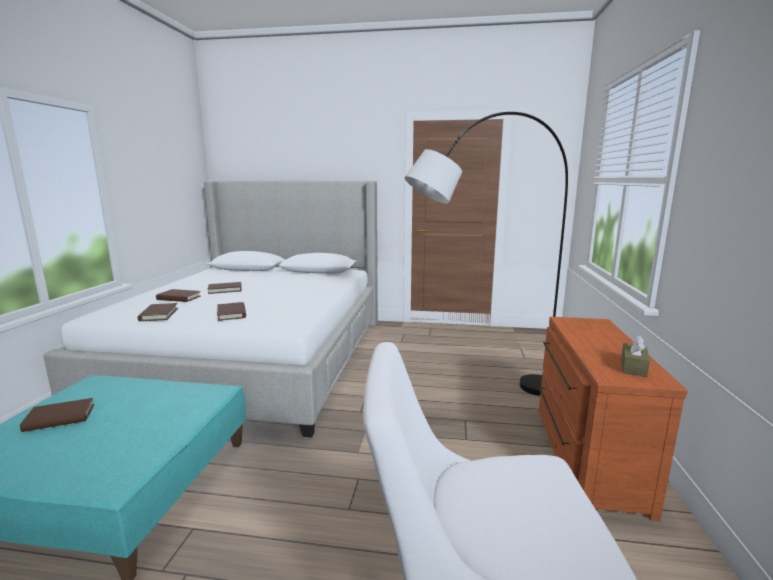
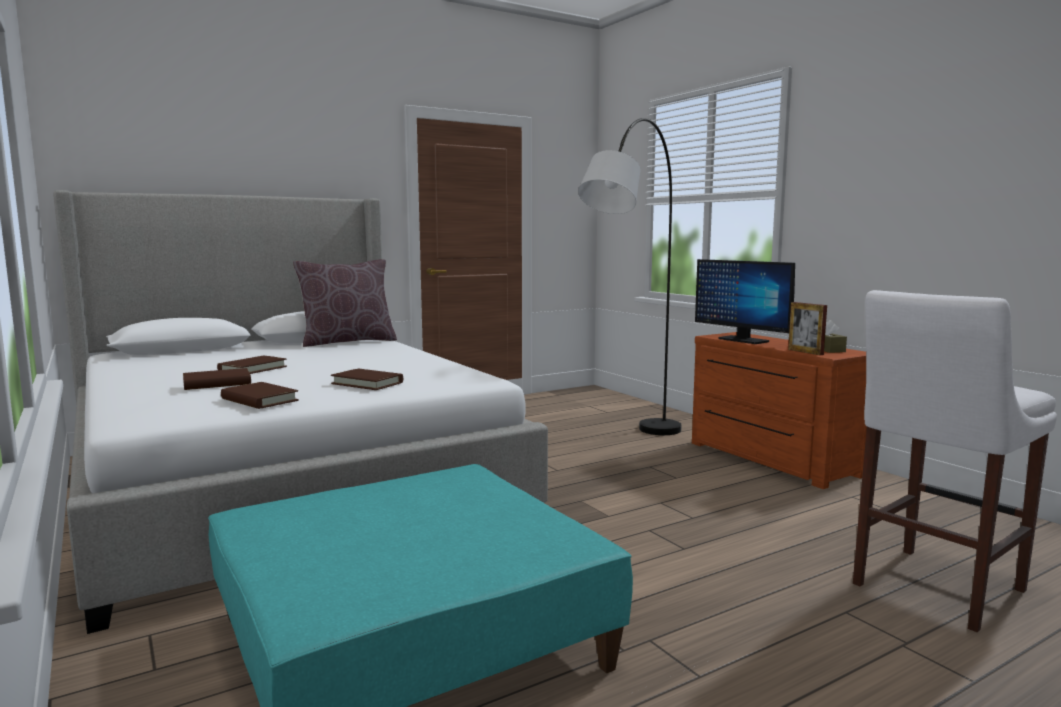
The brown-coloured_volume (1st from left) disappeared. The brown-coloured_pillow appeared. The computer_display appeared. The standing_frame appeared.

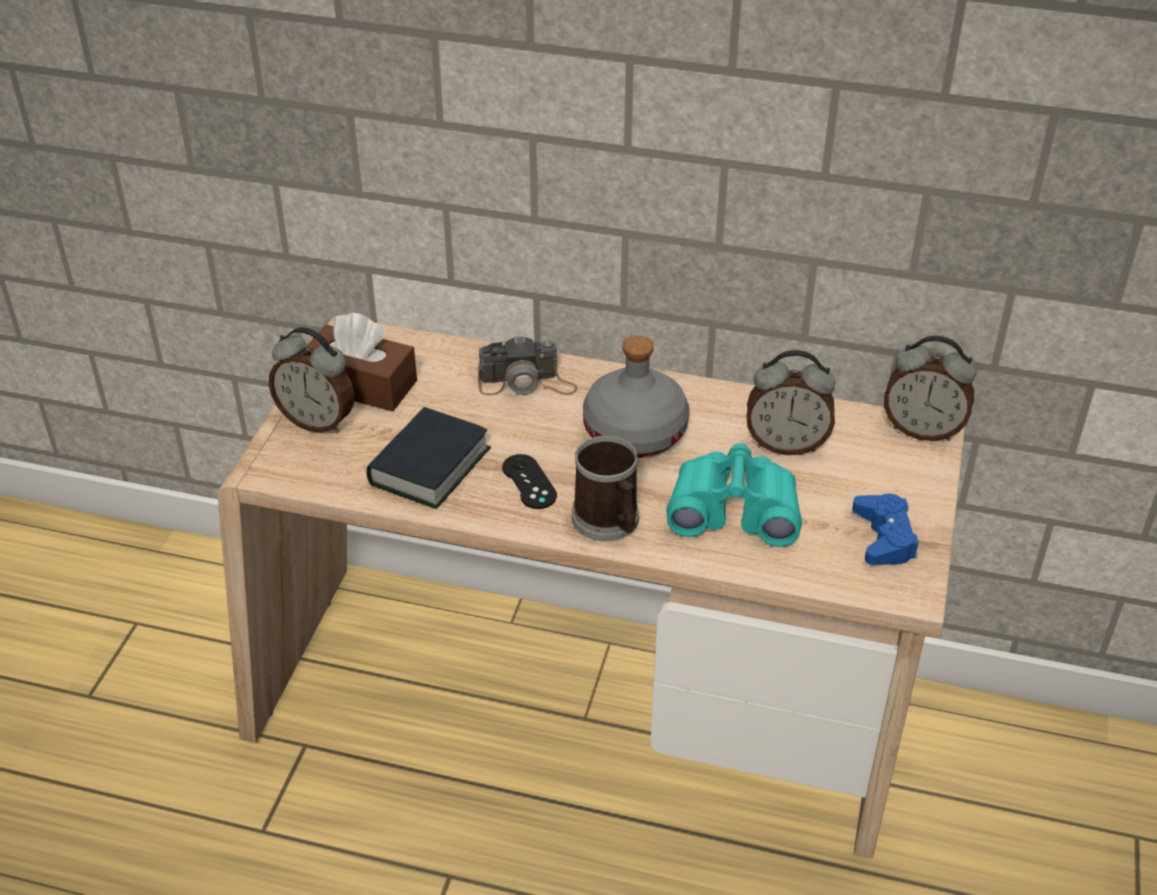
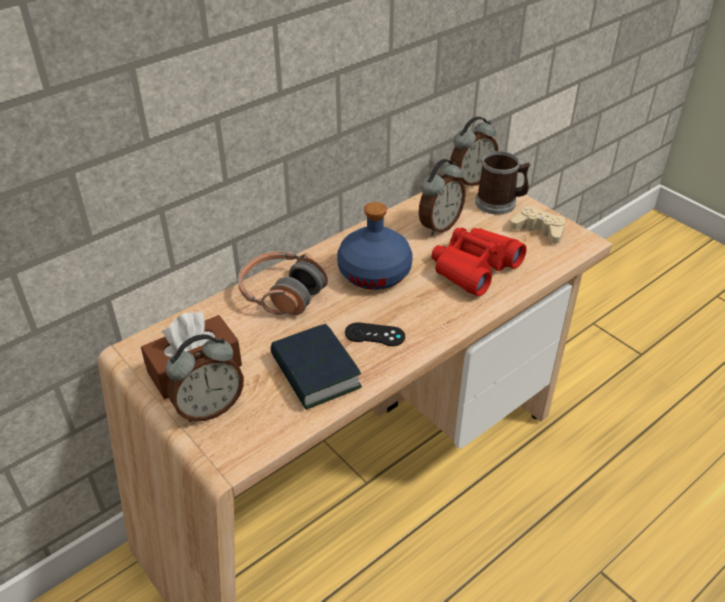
The photo_camera was replaced by the pair_of_headphones. The greyish_beverage_bottle became the blue-coloured_beverage_bottle. The mug moved. The turquoise-coloured_binoculars became the red-coloured_binoculars. The blue-coloured_game_controller became the sand-coloured_game_controller.

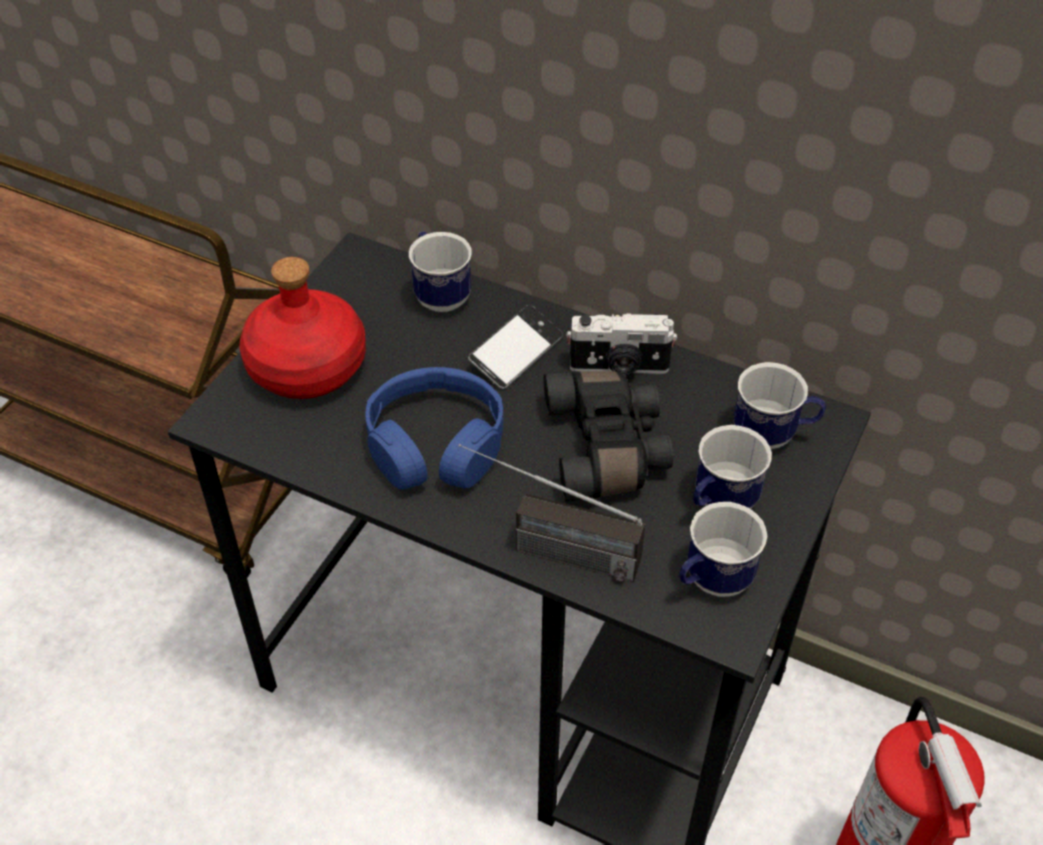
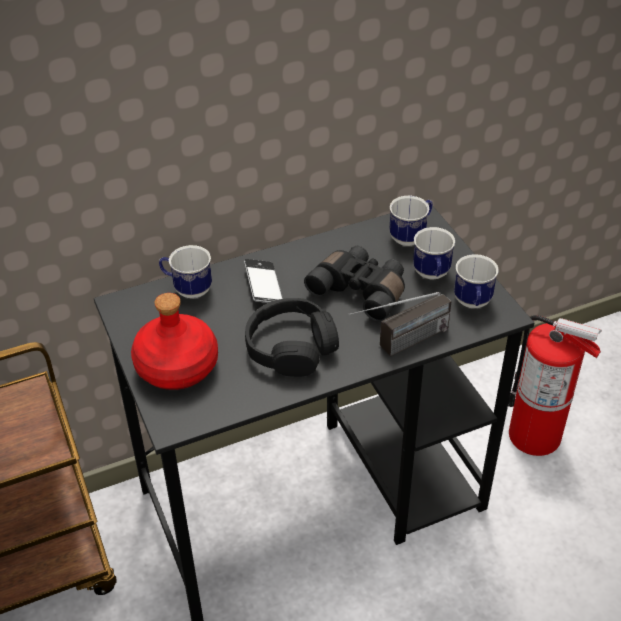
The photo_camera disappeared. The blue-coloured_pair_of_headphones became the blackish_pair_of_headphones.

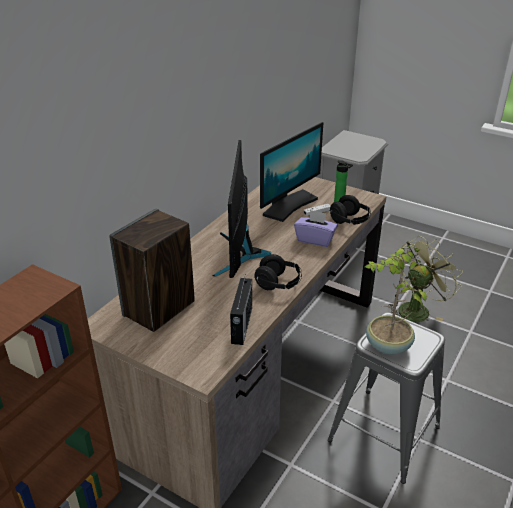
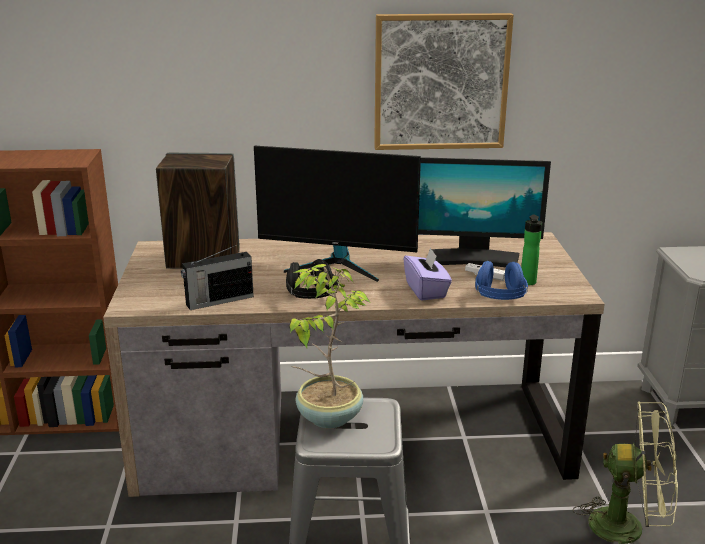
The computer_display (1st from left) turned 135 degrees counterclockwise. The blackish_pair_of_headphones (2nd from left) became the blue-coloured_pair_of_headphones. The wall_art appeared.

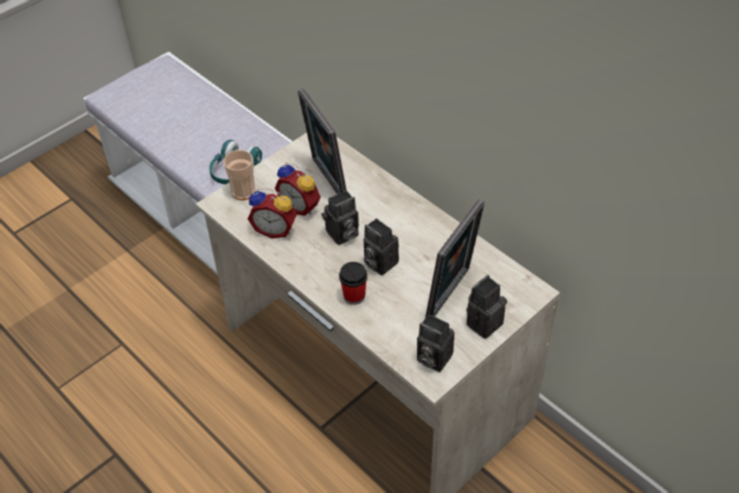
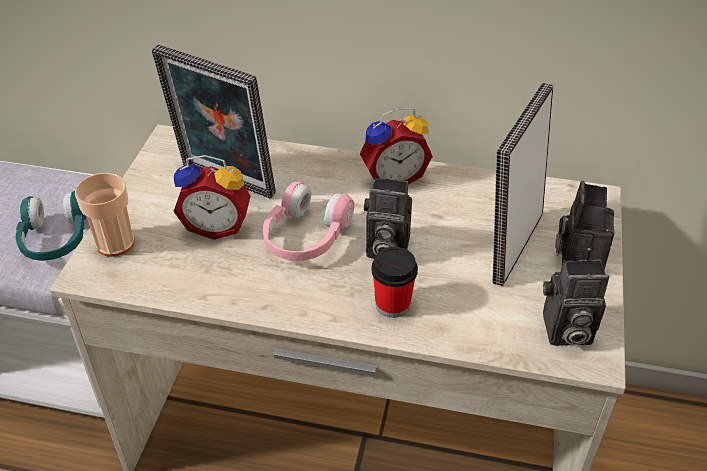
The alarm_clock (1st from left in the first image) moved. The photo_camera (1st from left) was replaced by the pink_pair_of_headphones. The standing_frame (2nd from left) turned 150 degrees counterclockwise.

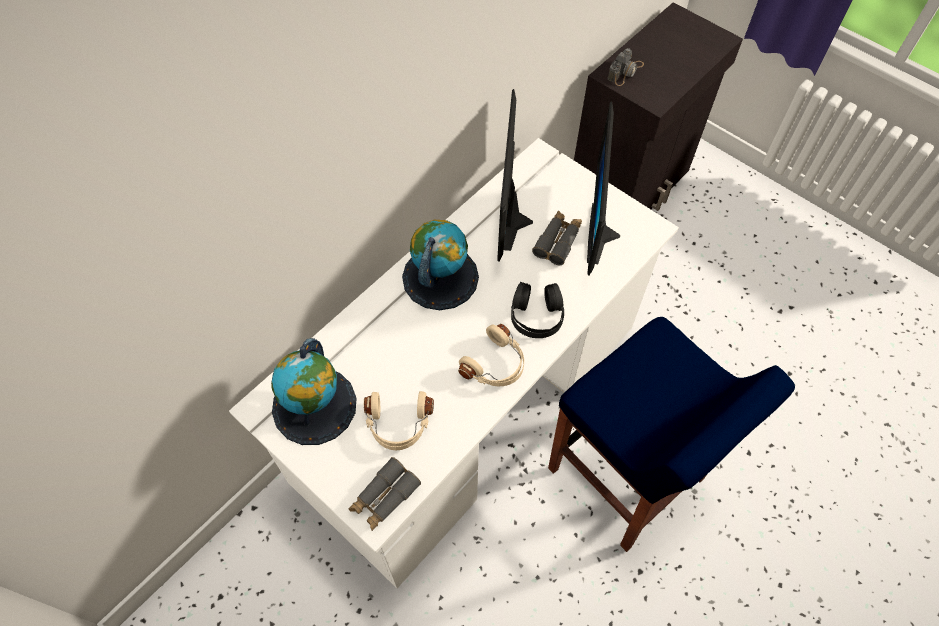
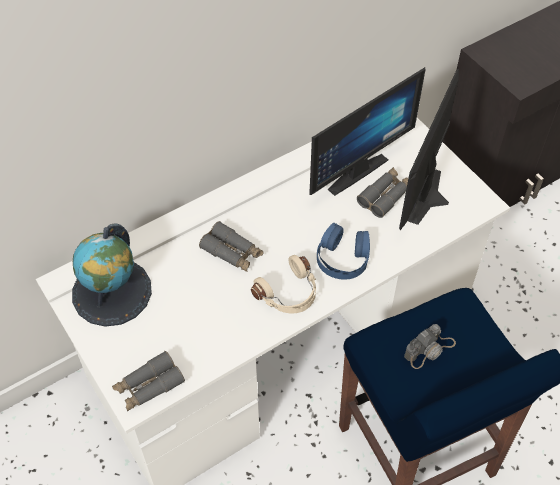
The photo_camera moved. The computer_display (1st from left) turned 150 degrees counterclockwise. The desk_globe (2nd from left) disappeared. The blackish_pair_of_headphones became the blue-coloured_pair_of_headphones. The sand-coloured_pair_of_headphones (1st from left) disappeared. The greyish_binoculars (2nd from left) appeared.

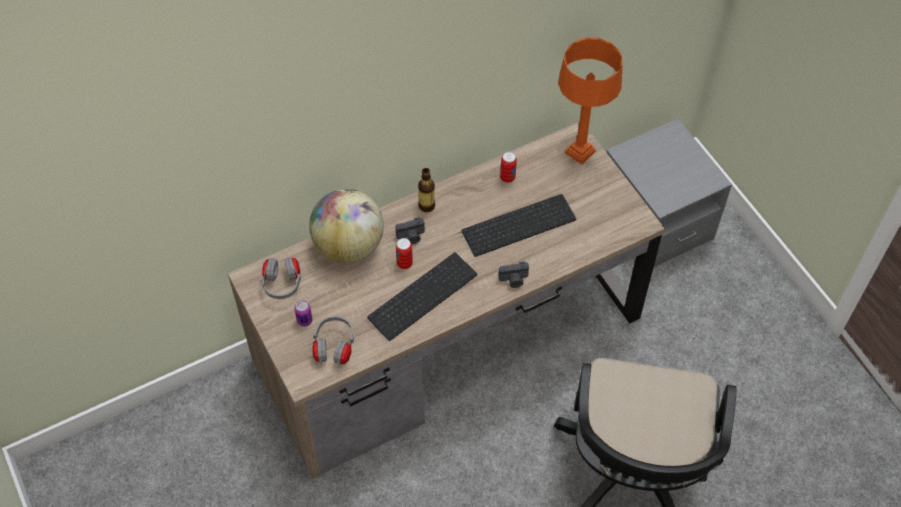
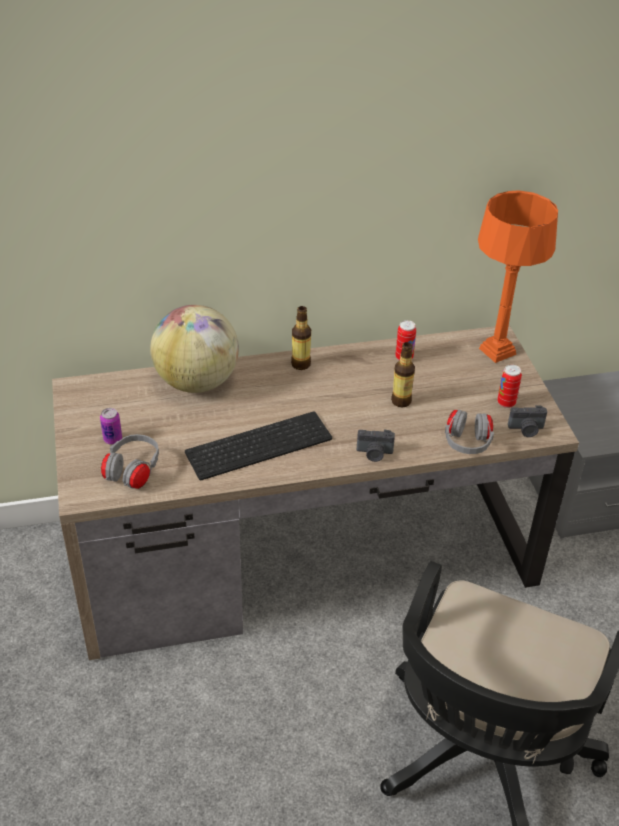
The keyboard (2nd from left) was replaced by the beverage_bottle (2nd from left). The photo_camera (1st from left in the first image) moved. The sealed_can (2nd from left in the first image) moved. The greyish_pair_of_headphones (1st from left in the first image) moved.

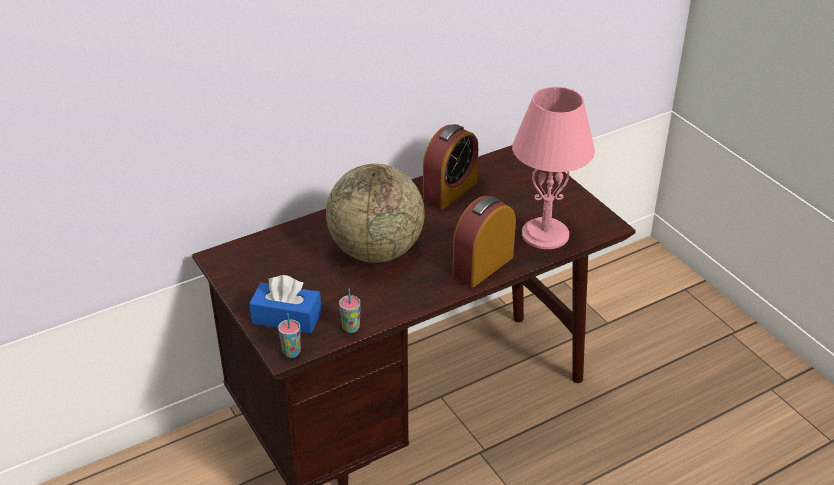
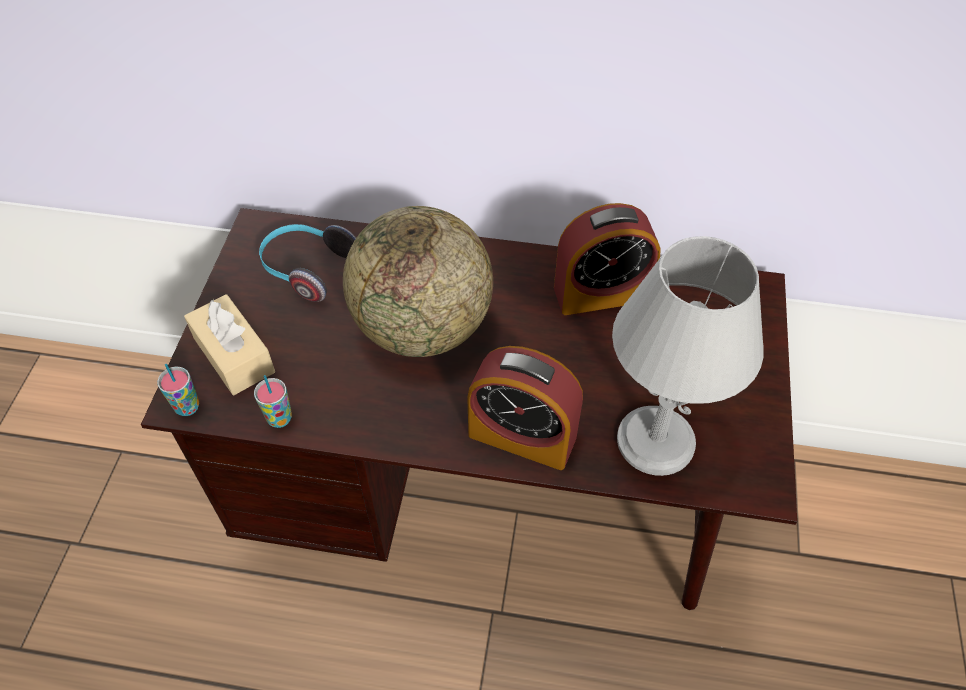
The pink_table_lamp became the greyish_table_lamp. The alarm_clock (2nd from left in the first image) turned 150 degrees counterclockwise. The blue-coloured_tissue_holder became the sand-coloured_tissue_holder. The pair_of_headphones appeared.

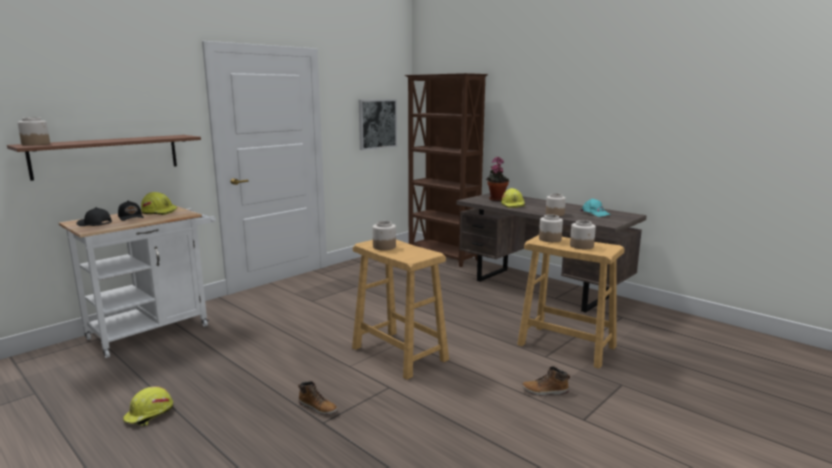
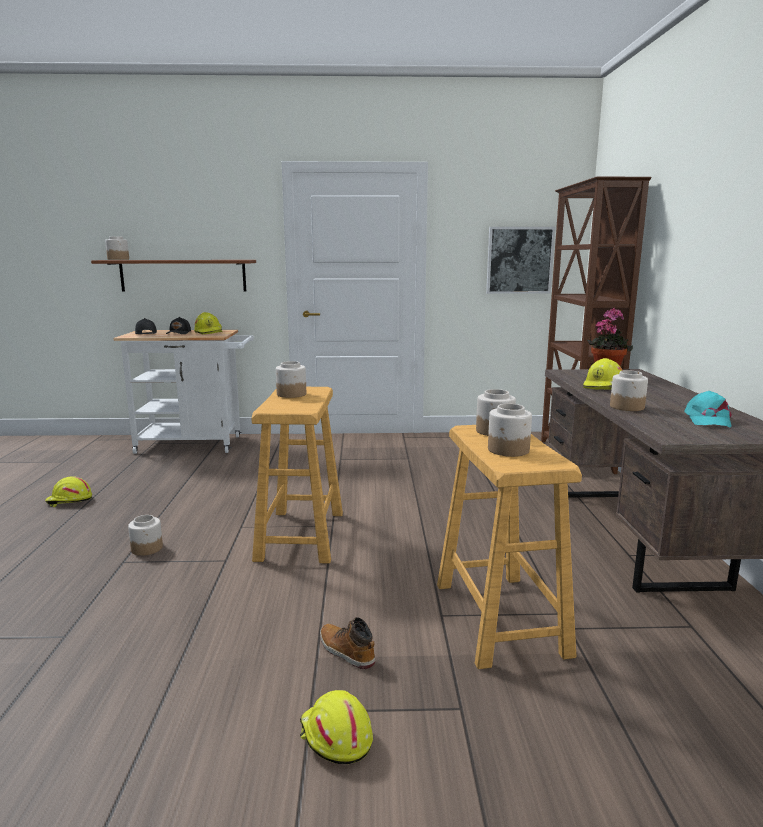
The boot (1st from left) was replaced by the storage_jar (2nd from left). The yellowish_work_helmet (3rd from left) appeared.

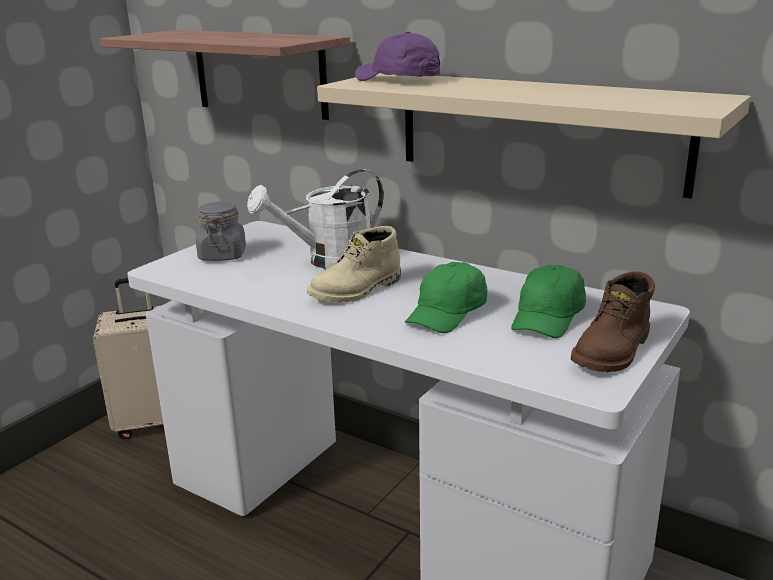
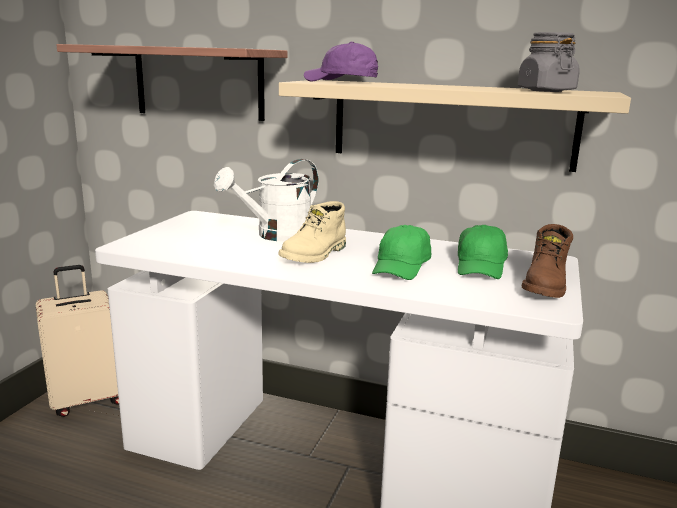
The greyish_storage_jar moved.

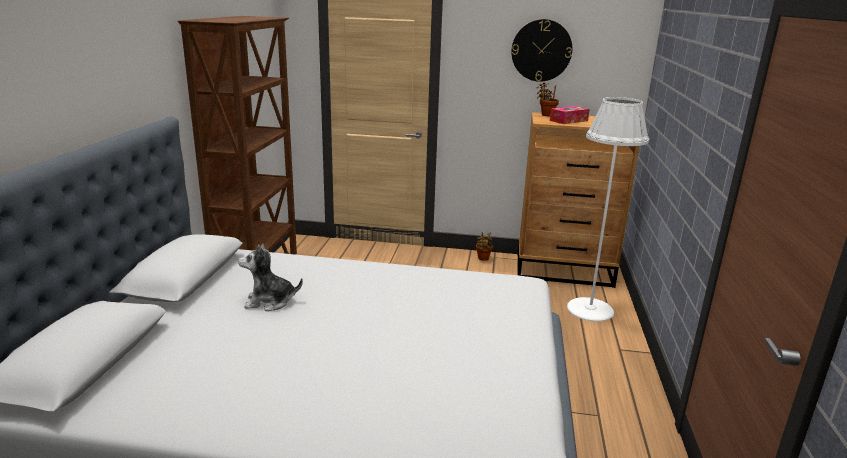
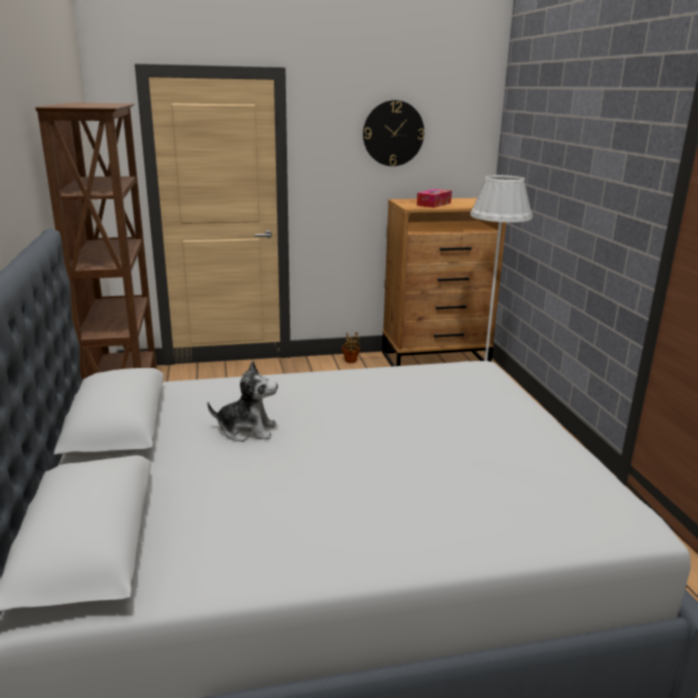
The potted_plant (2nd from left) disappeared. The plush_toy turned 150 degrees counterclockwise.

